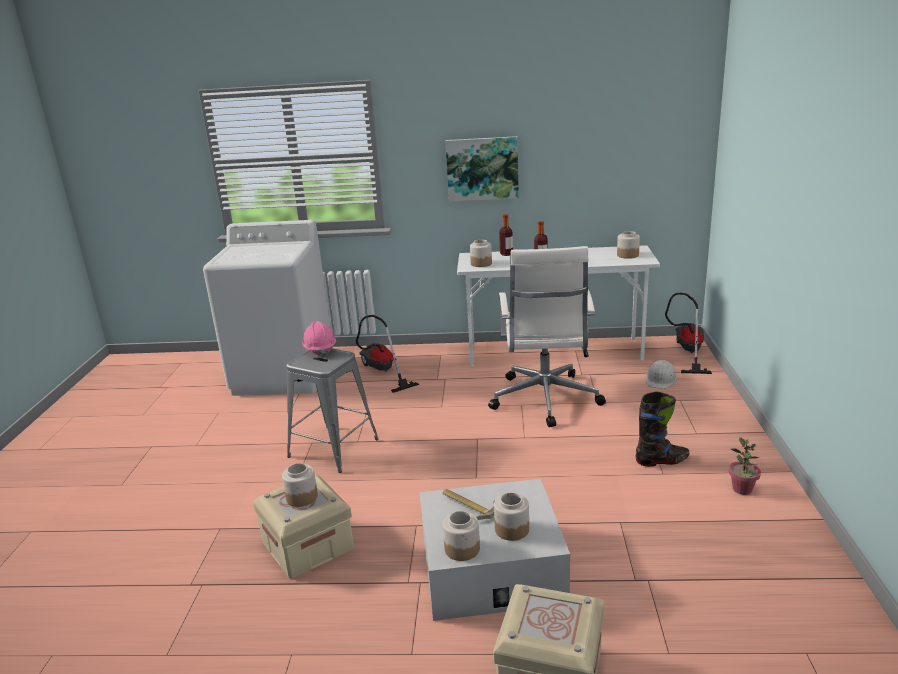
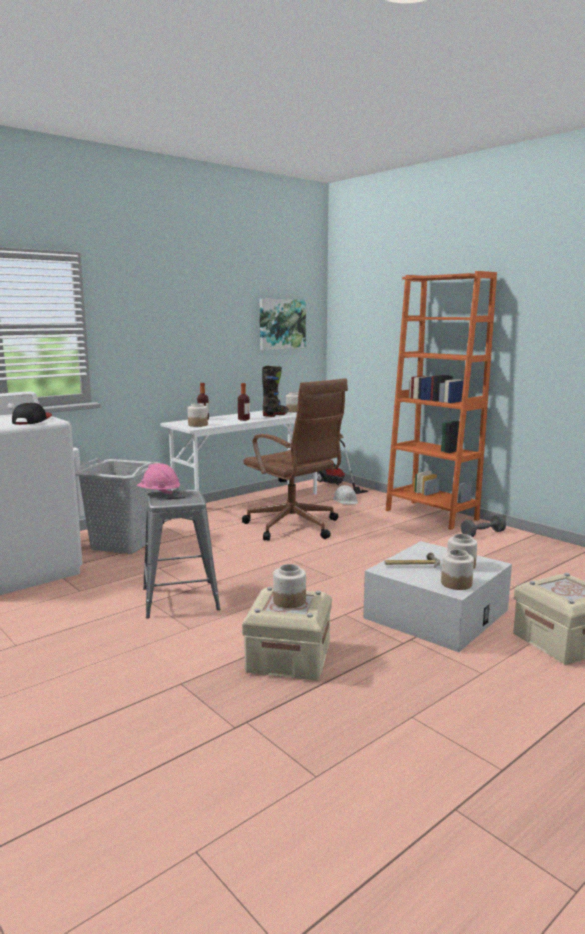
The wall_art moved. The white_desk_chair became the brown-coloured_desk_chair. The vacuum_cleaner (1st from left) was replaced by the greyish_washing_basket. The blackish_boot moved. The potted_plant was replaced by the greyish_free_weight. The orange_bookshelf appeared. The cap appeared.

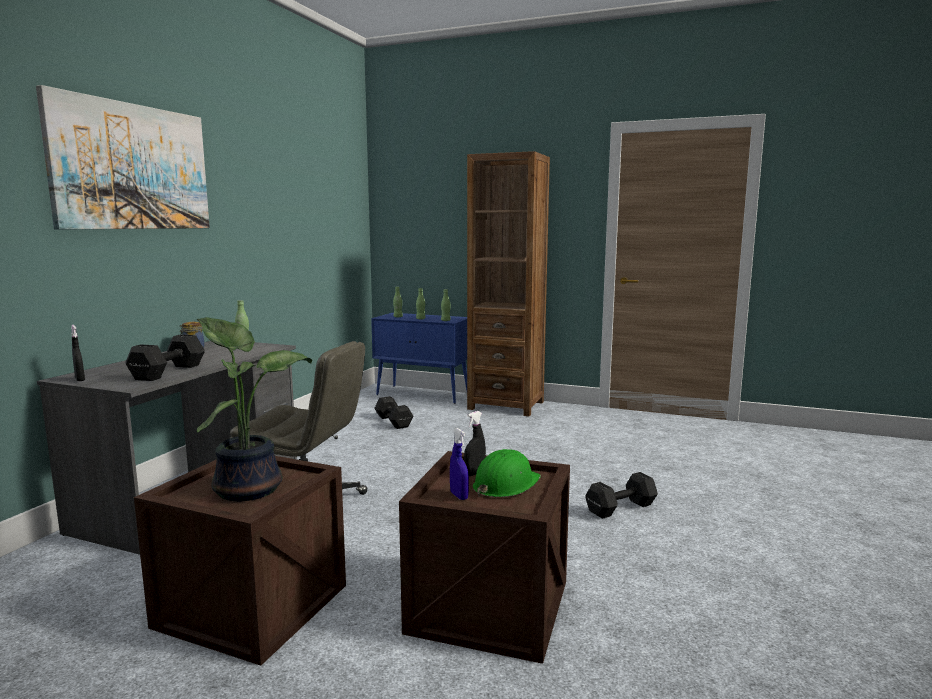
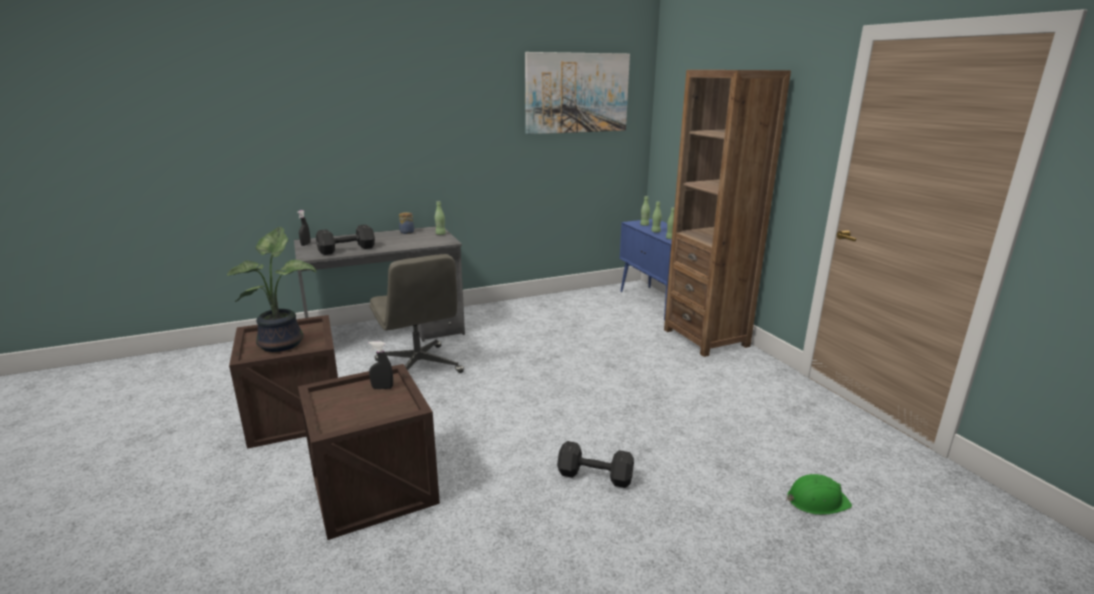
The wall_art moved. The blackish_free_weight (2nd from left) disappeared. The blue-coloured_hand_sprayer disappeared. The greenish_work_helmet moved.

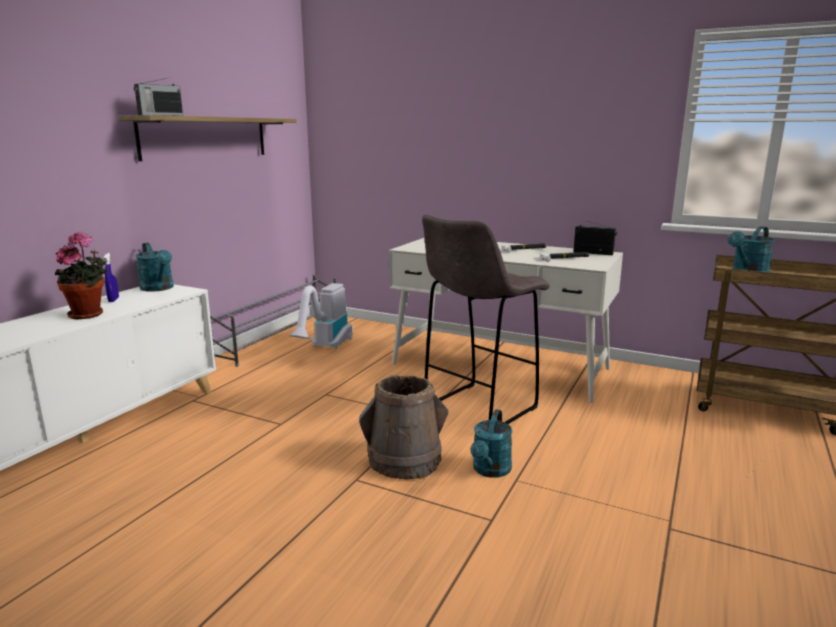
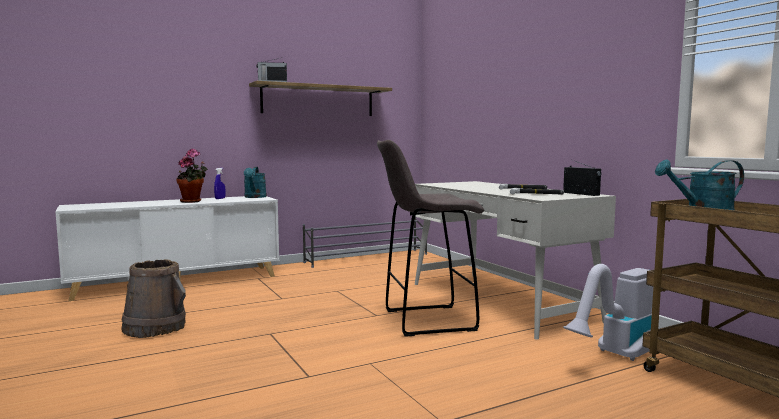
The vacuum_cleaner moved. The brown-coloured_bucket moved. The turquoise-coloured_sprinkling_can (2nd from left) disappeared.

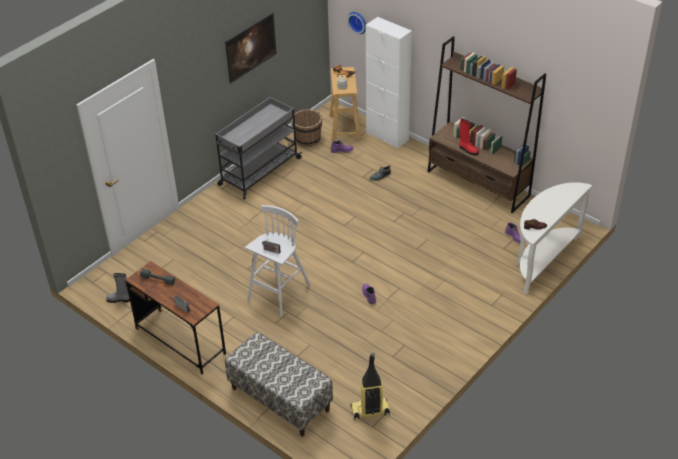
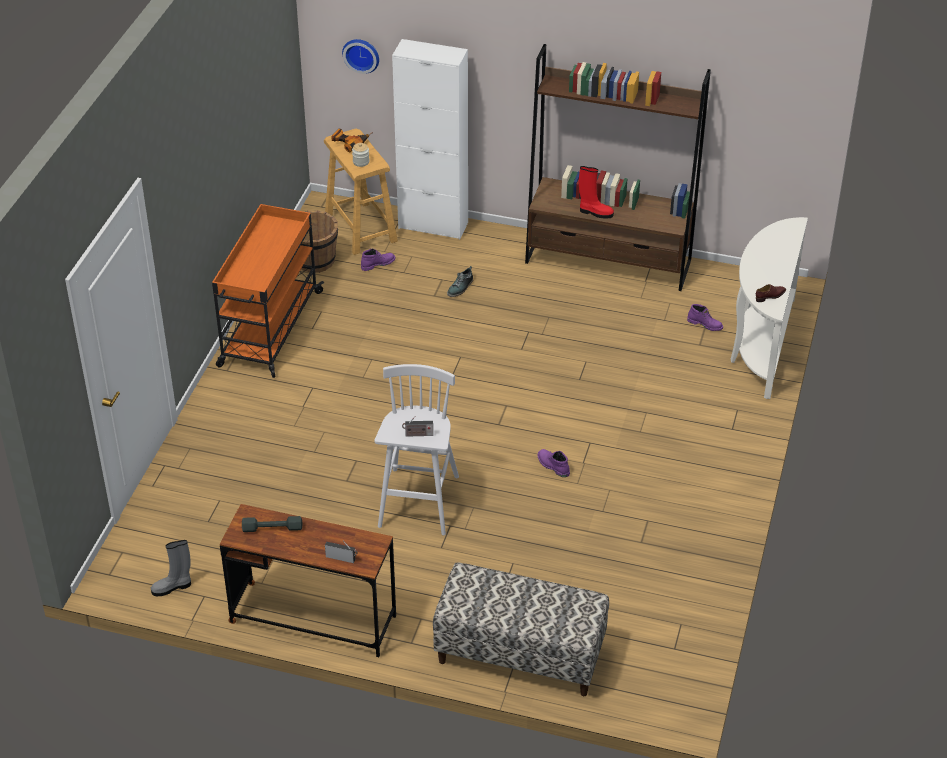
The wall_art disappeared. The greyish_wheeled_cart became the orange_wheeled_cart. The vacuum_cleaner disappeared.

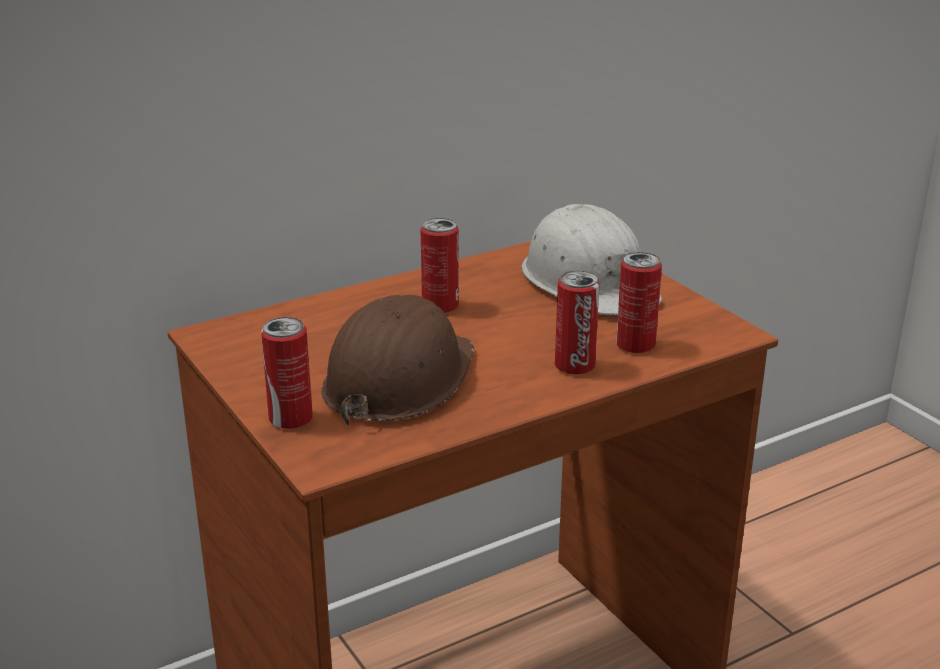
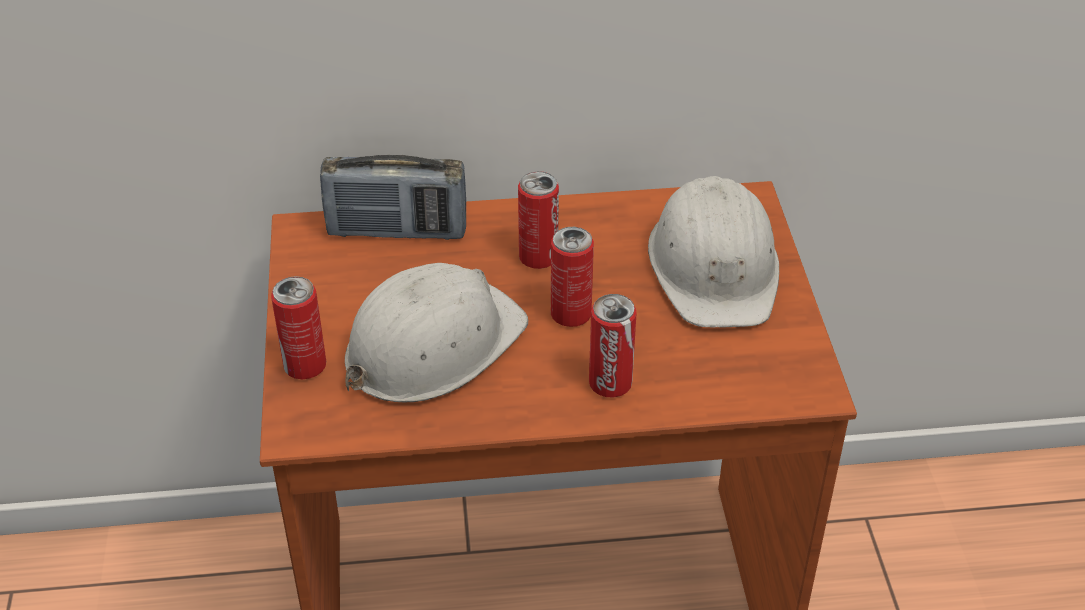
The sealed_can (4th from left in the first image) moved. The brown-coloured_work_helmet became the white_work_helmet (1st from left). The radio appeared.

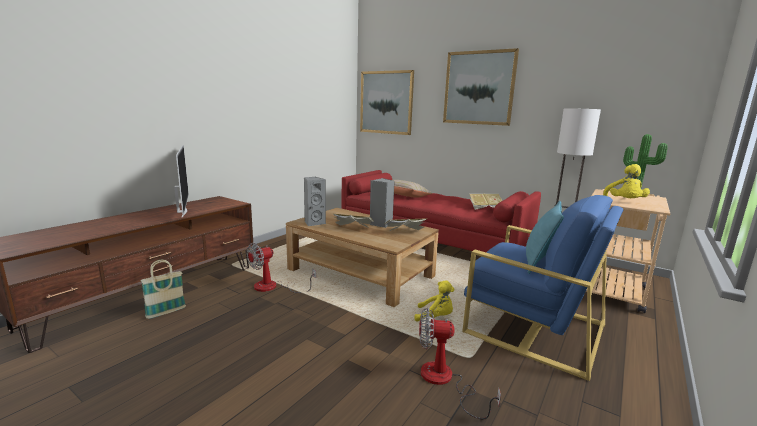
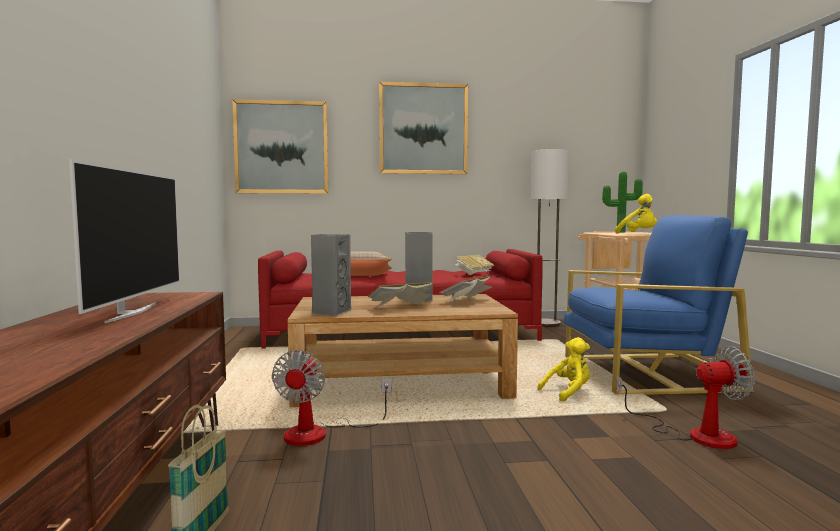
The TV turned 60 degrees clockwise. The turquoise-coloured_pillow disappeared. The fan (2nd from left) turned 150 degrees counterclockwise.

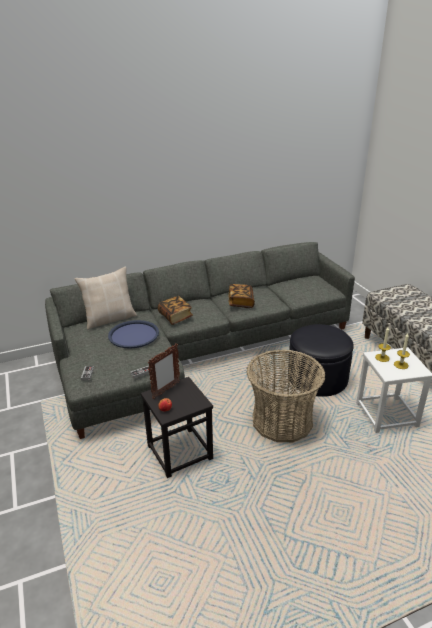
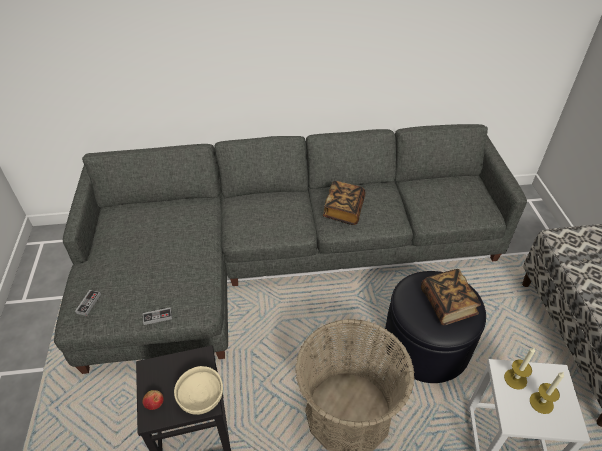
The sand-coloured_pillow disappeared. The volume (1st from left in the first image) moved. The blue-coloured_carrying_tray disappeared. The standing_frame disappeared. The sand-coloured_serving_bowl appeared.

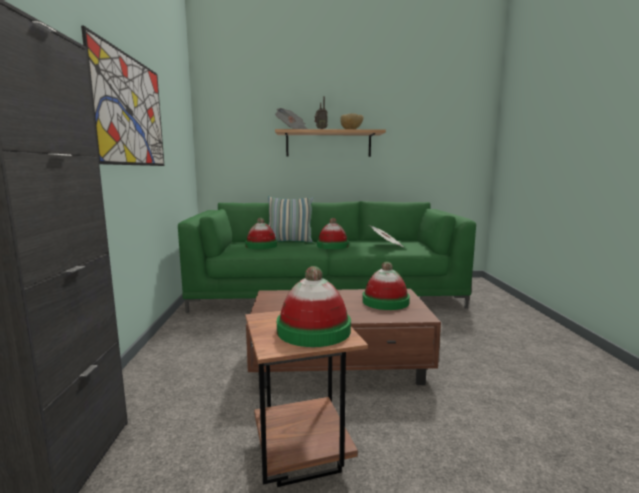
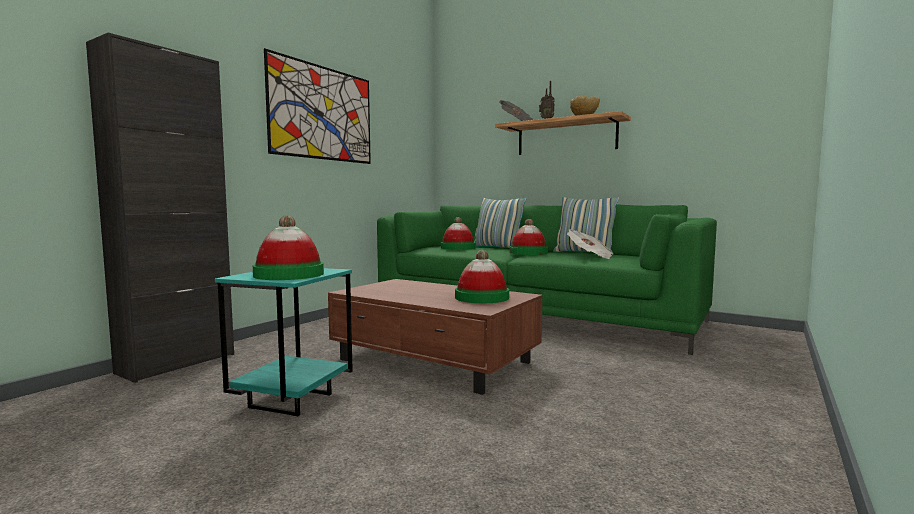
The brown-coloured_accent_table became the turquoise-coloured_accent_table. The pillow (2nd from left) appeared.

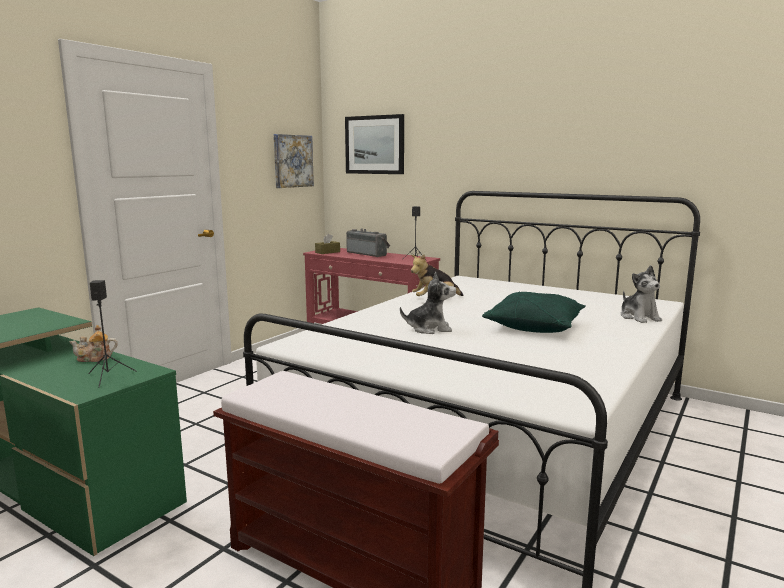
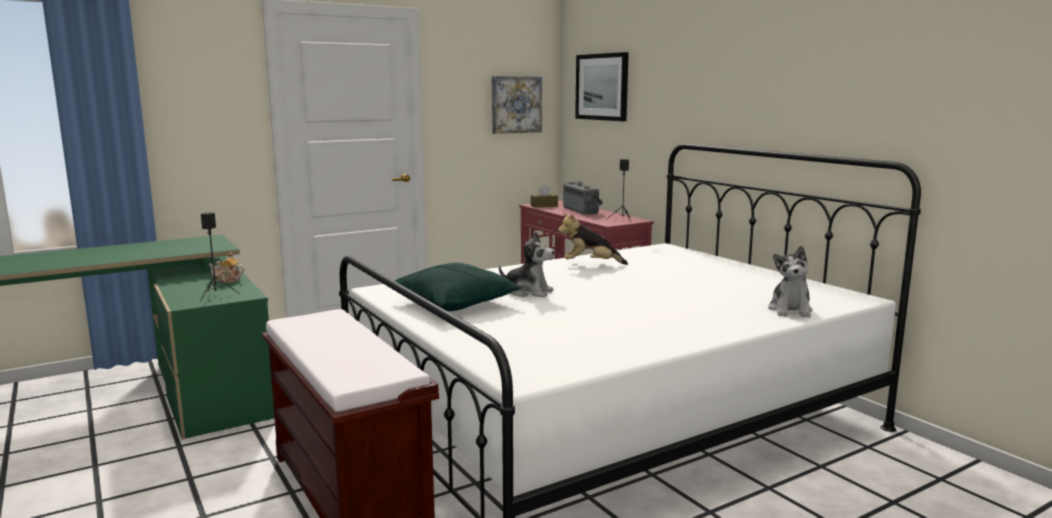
The greenish_pillow moved.

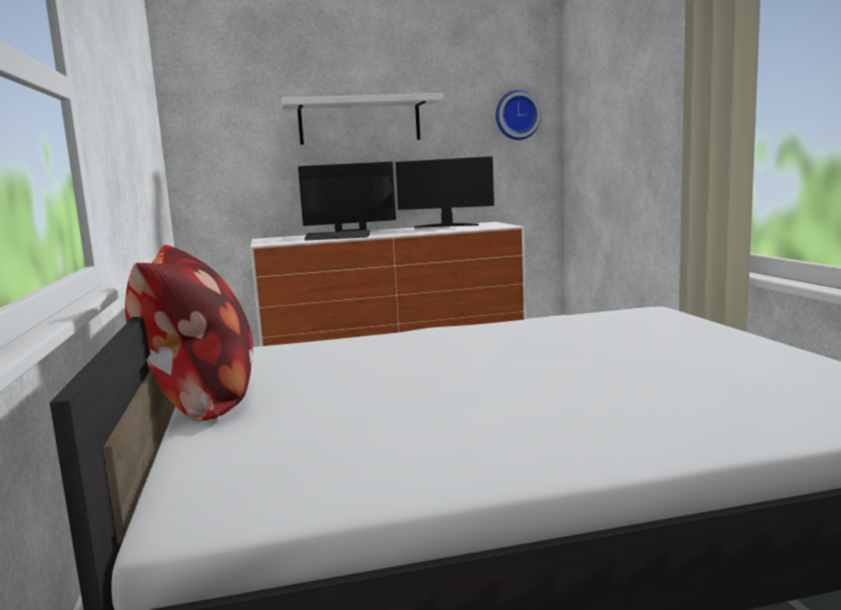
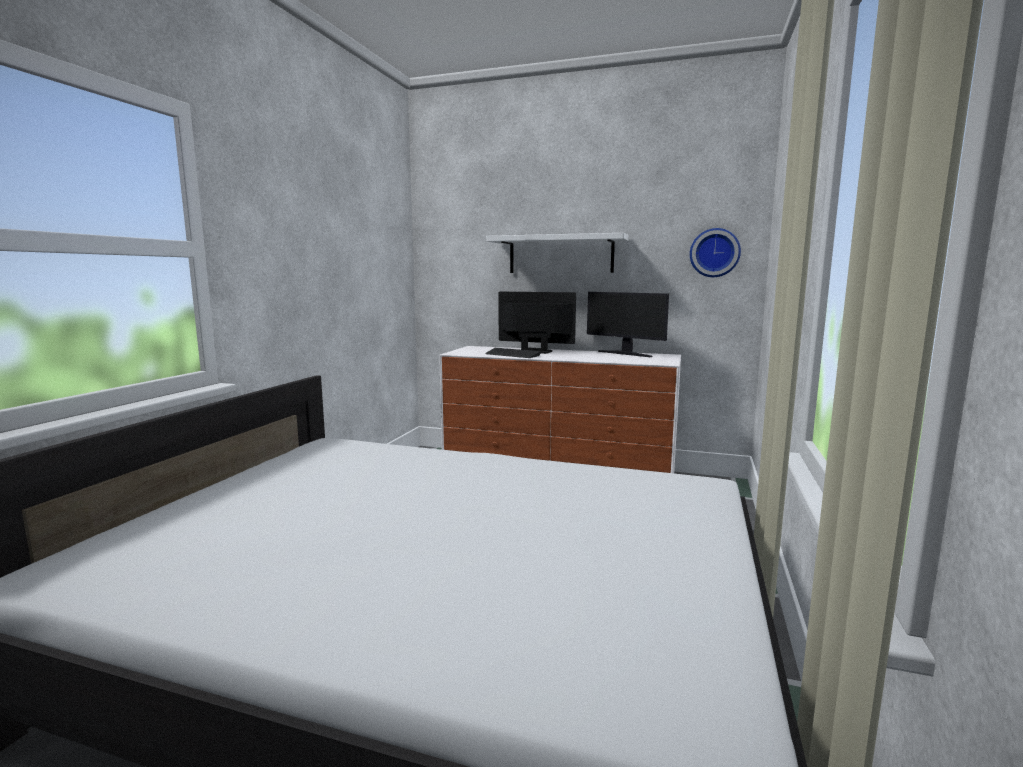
The pillow disappeared.

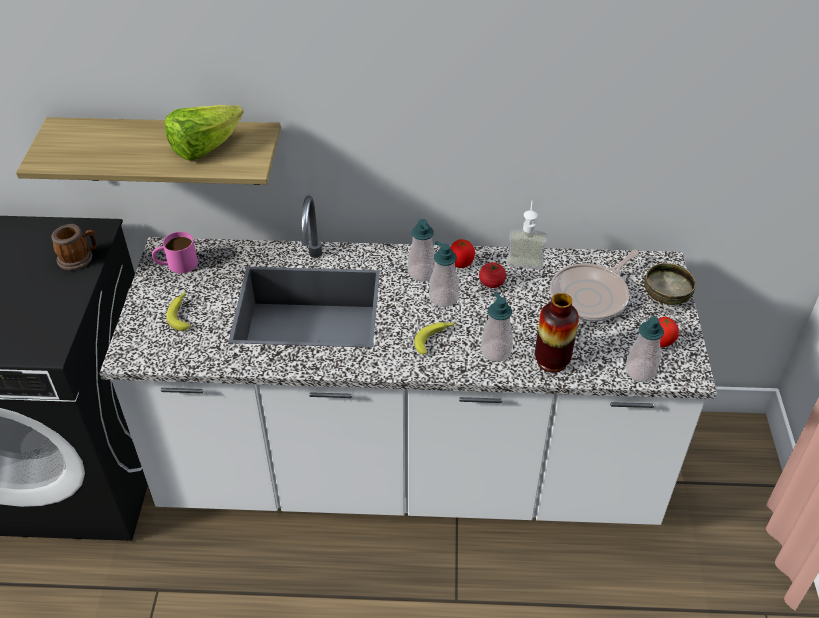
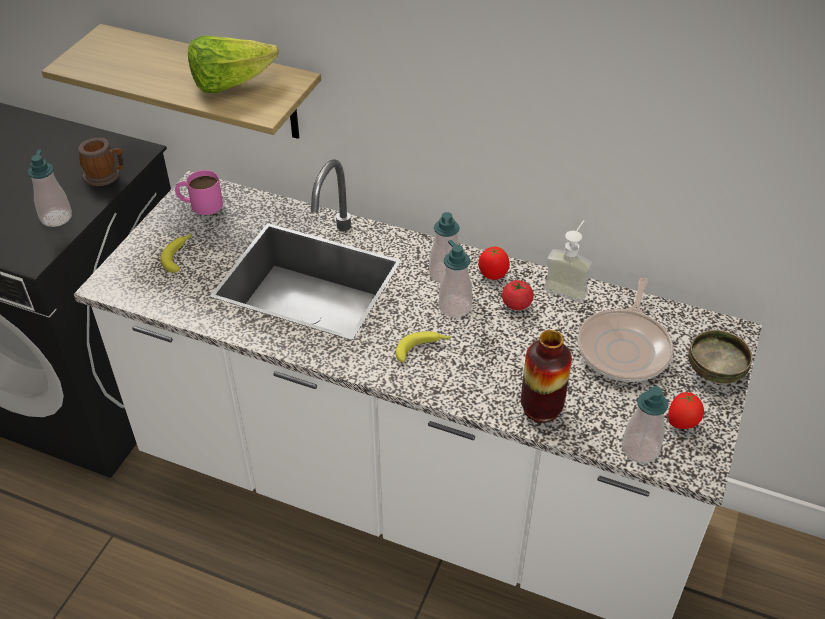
The skillet turned 45 degrees counterclockwise. The soap_bottle (3rd from left in the first image) moved.

